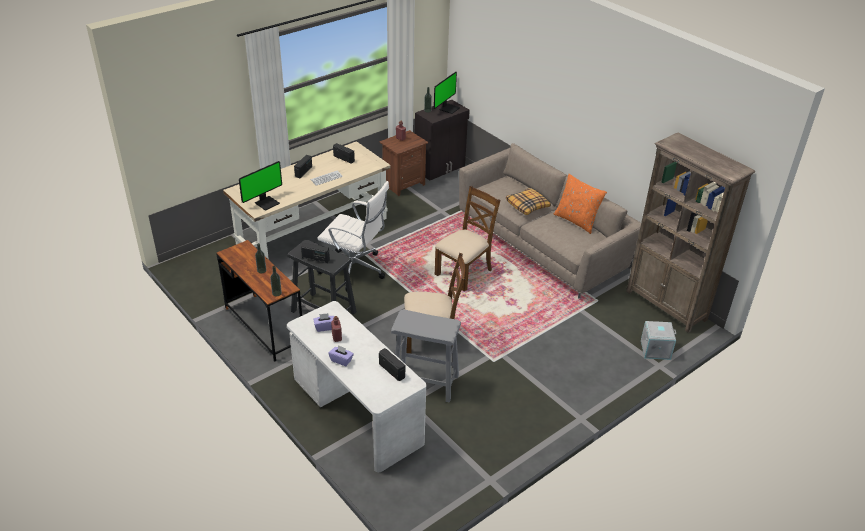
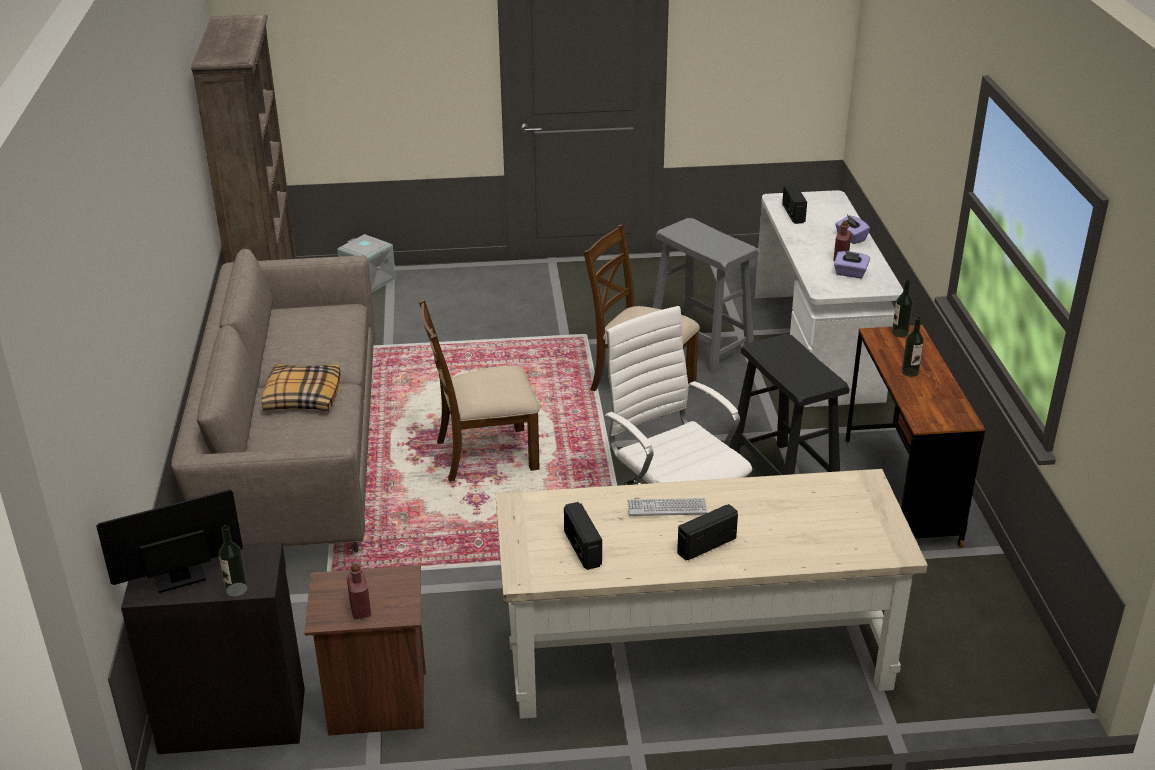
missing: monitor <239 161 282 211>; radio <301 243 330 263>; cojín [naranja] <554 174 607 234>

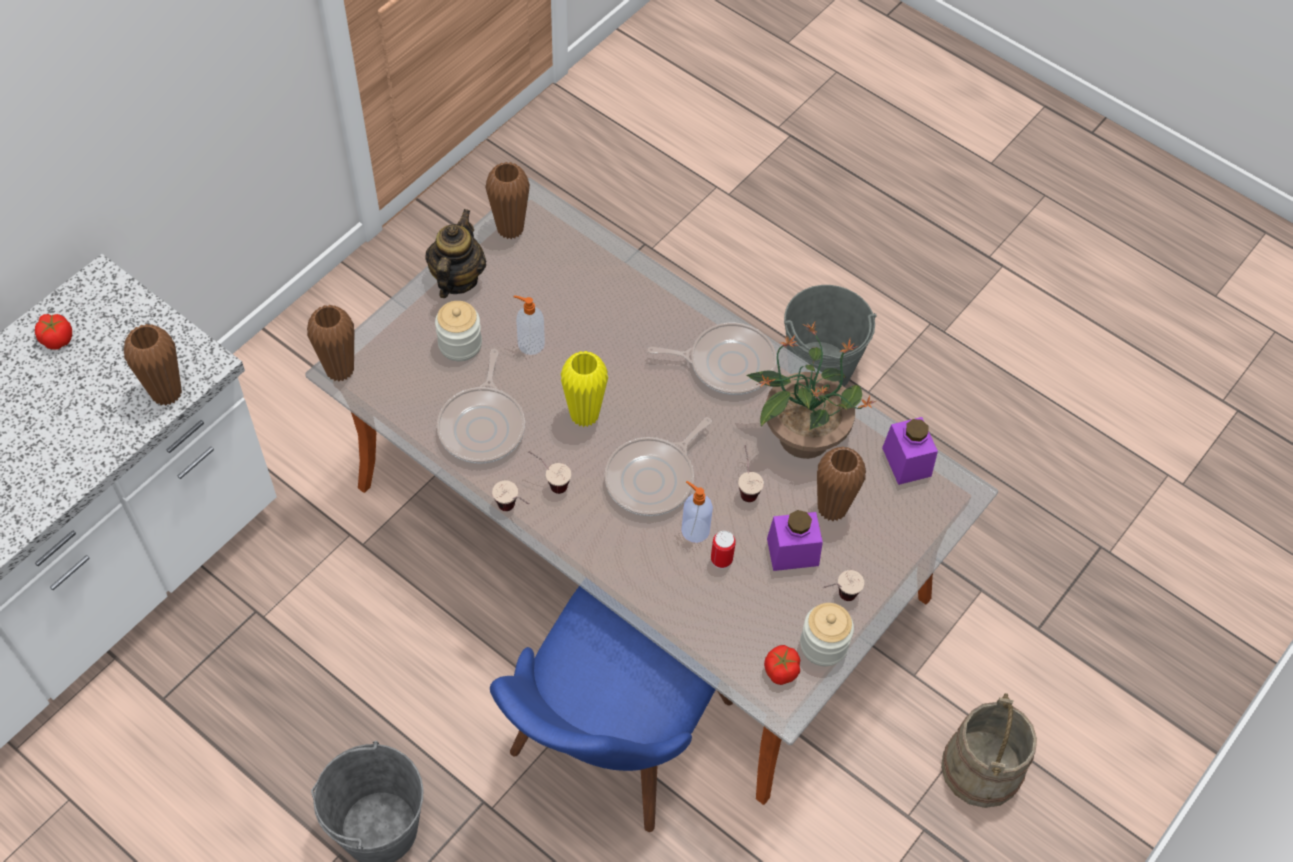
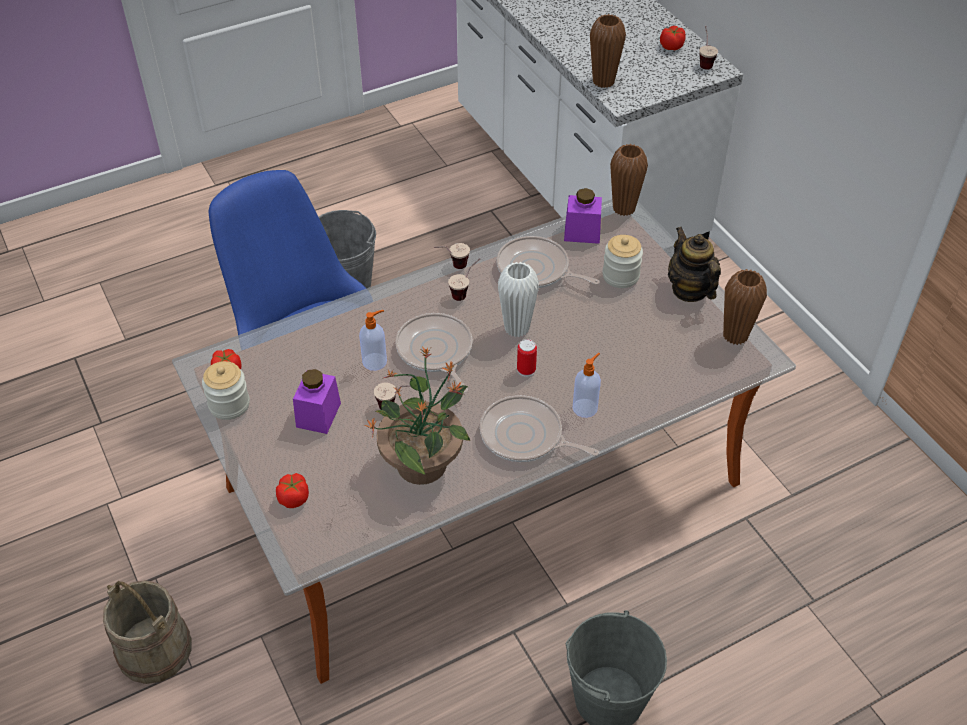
missing: florero [marrón] <817 447 866 521>
appeared: tomate <276 473 309 508>
relocated: dispensador de jabón <513 295 545 355> to <572 353 601 418>; lata <711 531 736 569> to <517 339 537 377>; taza <823 570 864 601> to <699 26 718 70>; tarro [morado] <882 417 938 485> to <564 188 602 244>
colour: florero [amarillo] <561 351 608 427> to florero [blanco] <498 262 539 337>
spun: tetera <425 209 486 298> = <668 227 721 302> 150 degrees counterclockwise; sartén <648 322 777 395> = <480 395 599 462> 90 degrees clockwise

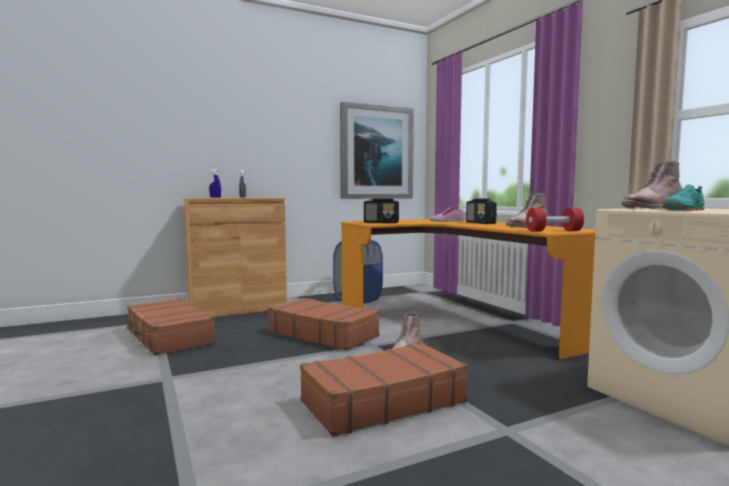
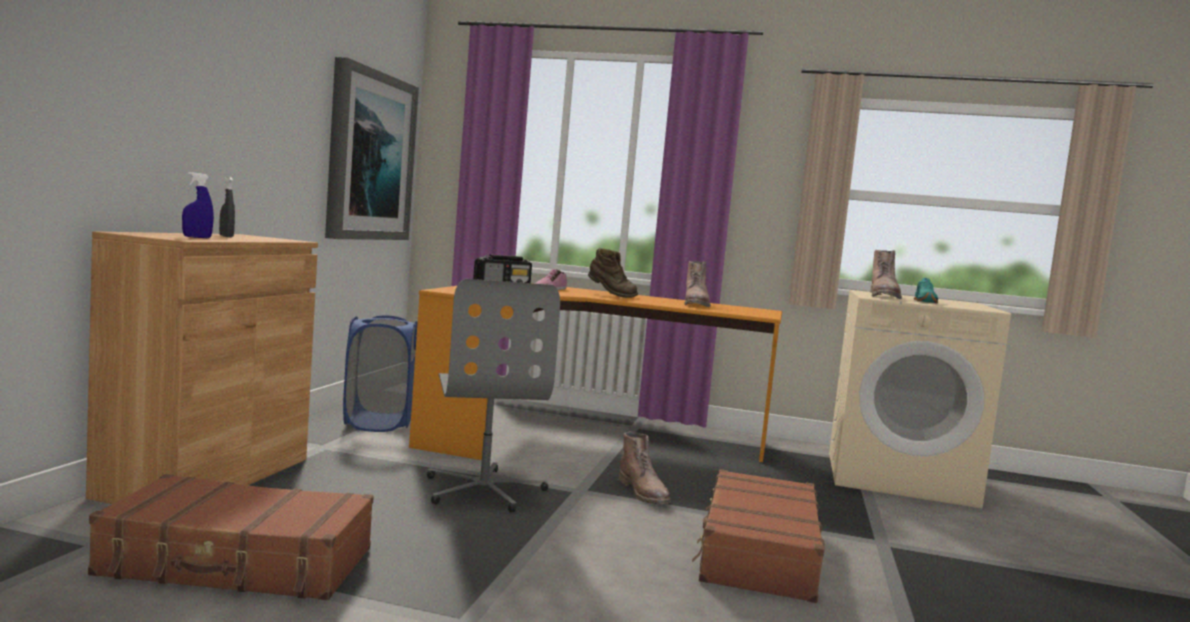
missing: mancuerna [rojo] <526 208 584 232>
exchanged: maleta [marrón] <268 298 380 351> to silla de oficina [gris] <427 279 560 513>; radio <466 199 497 224> to bota [marrón] <588 248 638 298>

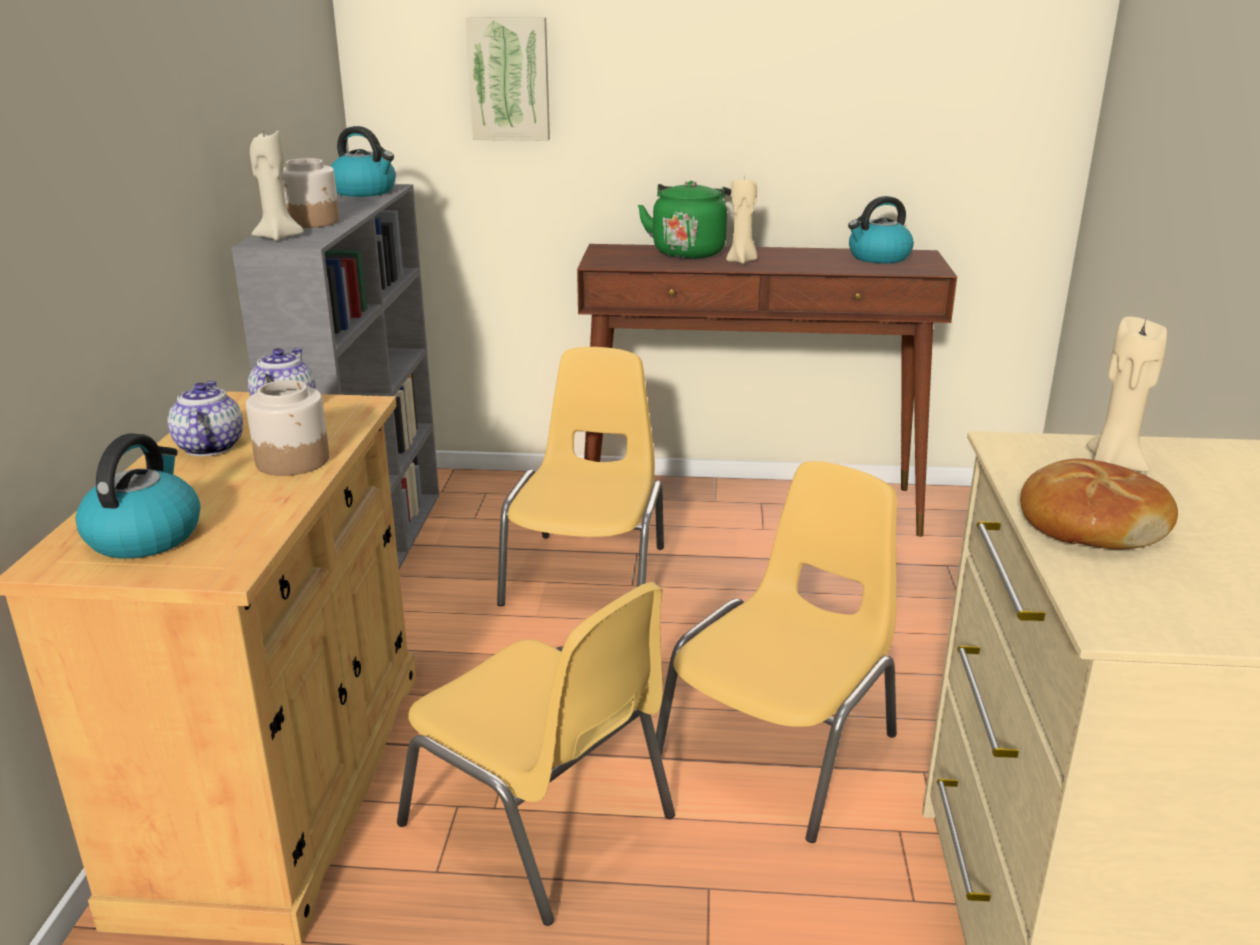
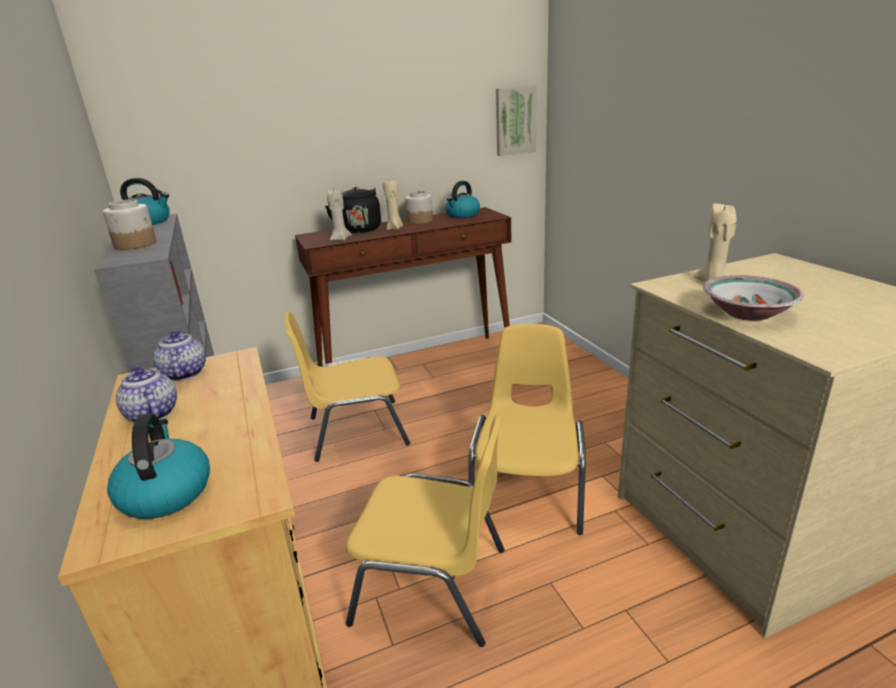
relocated: tarro <246 380 329 476> to <405 191 433 224>; vela [beis] <250 131 304 241> to <327 187 352 241>; cuadro <466 17 550 141> to <496 86 537 156>
exchanged: pan <1020 458 1178 549> to cuenco <703 275 804 321>
colour: hervidor [verde] <638 181 731 259> to hervidor [negro] <325 187 381 233>
spun: silla [amarillo] <497 347 664 606> = <284 311 410 462> 90 degrees counterclockwise

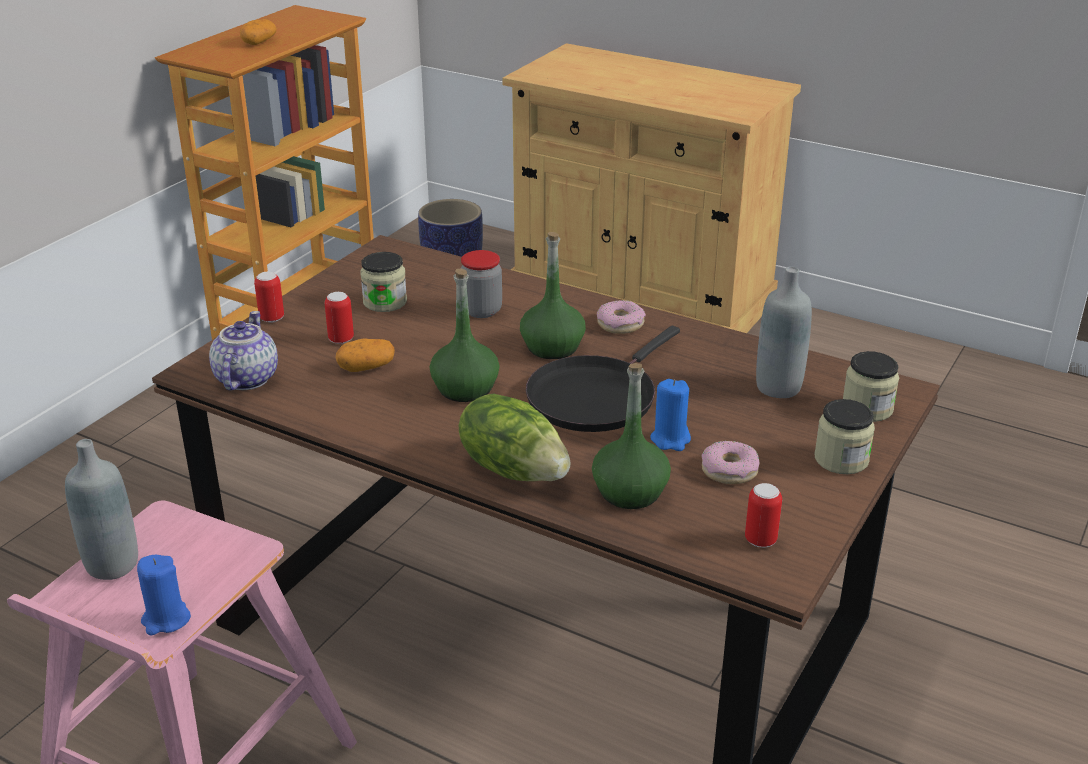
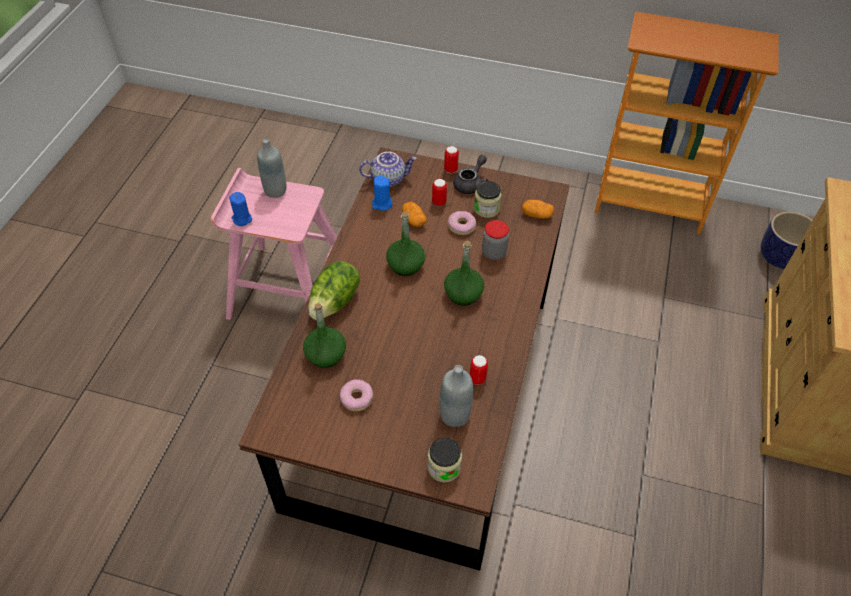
missing: sartén [negro] <526 326 680 432>; tarro <814 399 875 474>
appeared: tetera [gris] <453 155 488 194>
relocated: patata <240 19 277 45> to <521 200 554 219>; rosquilla <597 300 646 334> to <448 211 476 235>; vela [azul] <650 379 691 451> to <372 176 393 211>; lata <745 483 782 548> to <470 355 488 385>

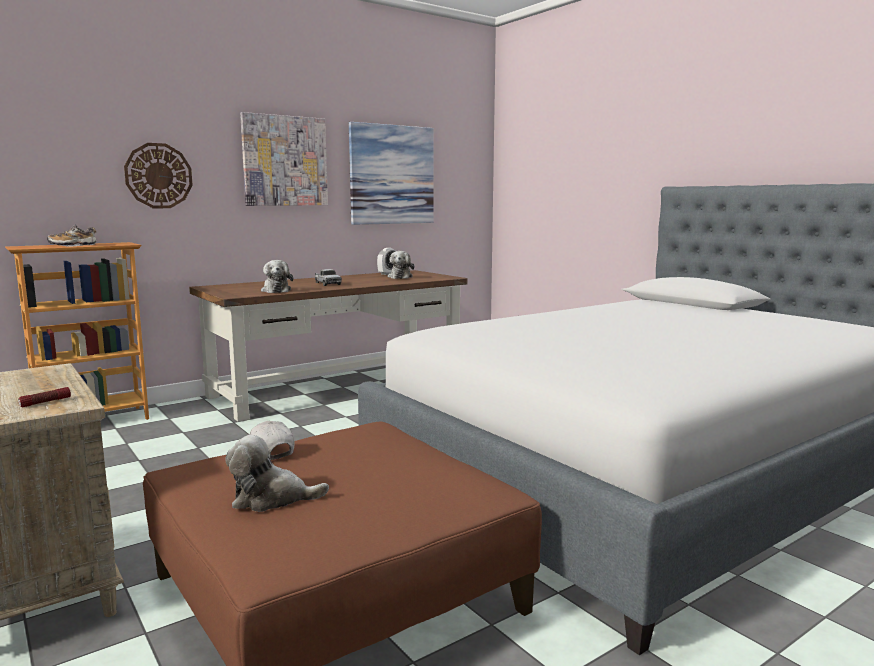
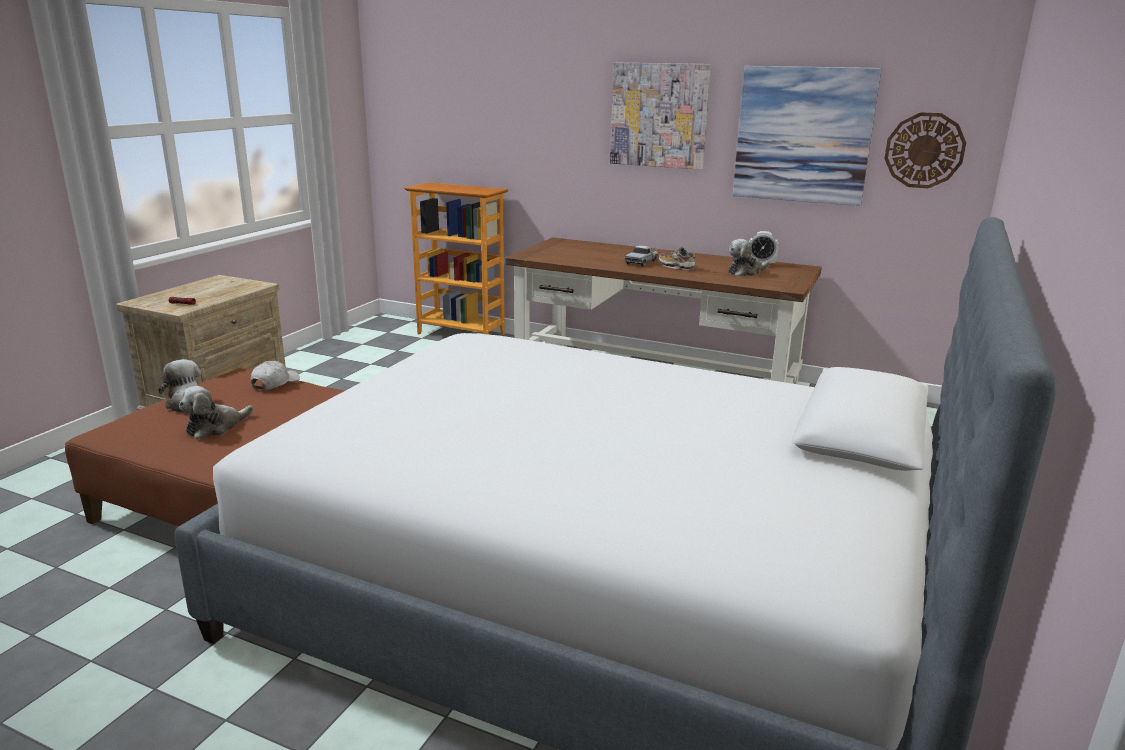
relocated: zapato <47 225 97 246> to <658 247 696 270>; reloj de pared <124 143 192 208> to <884 112 966 188>; peluche <261 260 293 293> to <179 386 253 439>

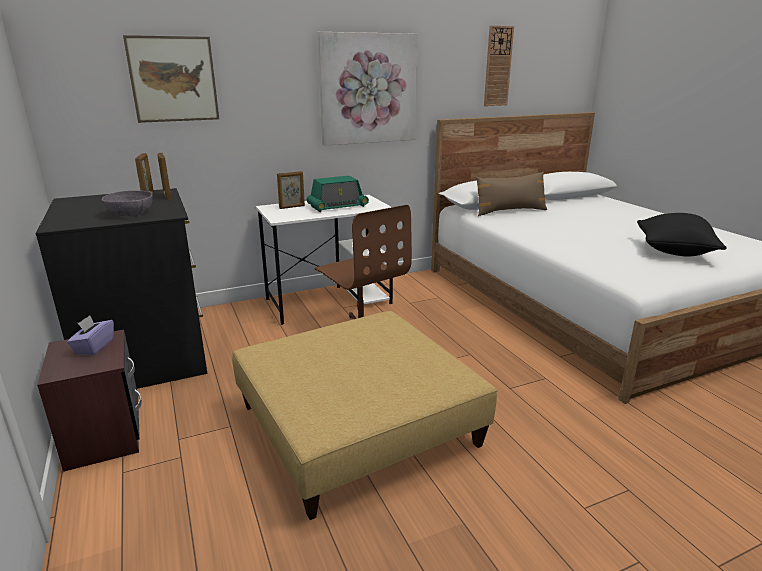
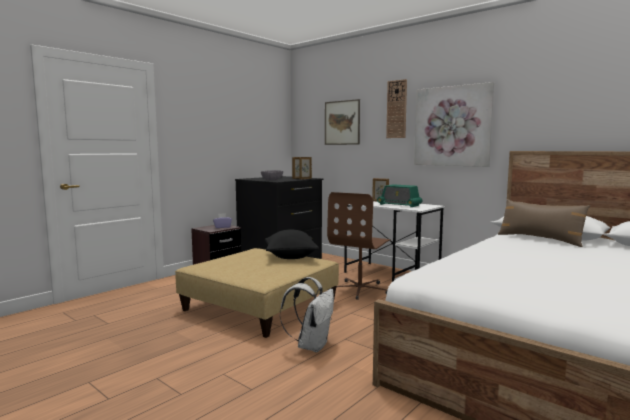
appeared: mochila [blanco] <280 277 334 352>
relocated: reloj de pared <484 25 514 106> to <386 79 407 138>; cojín [negro] <637 213 726 256> to <265 230 319 259>

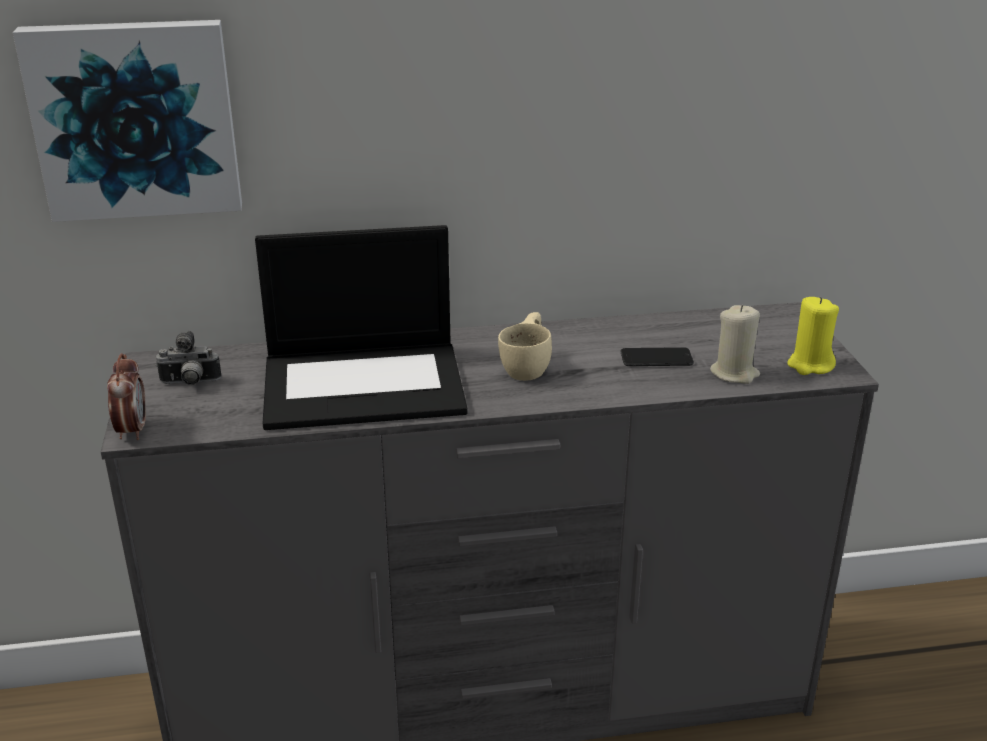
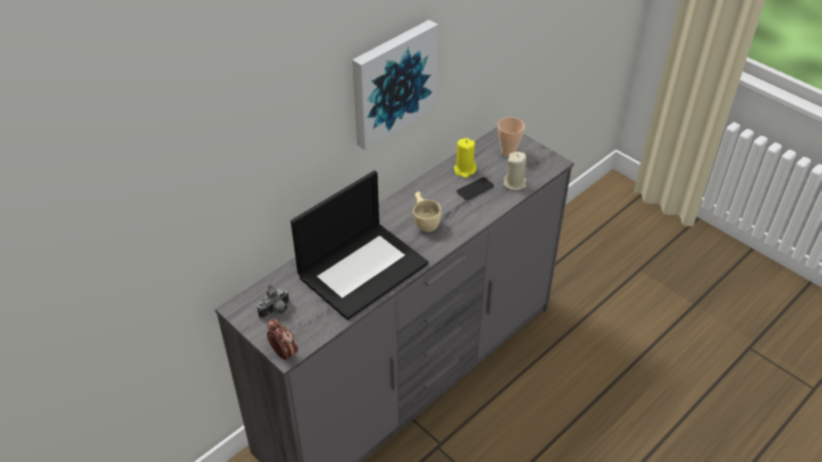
appeared: taza <498 117 525 157>
relocated: cuadro <13 20 242 222> to <352 20 438 151>; vela [amarillo] <787 297 839 375> to <454 138 477 178>

